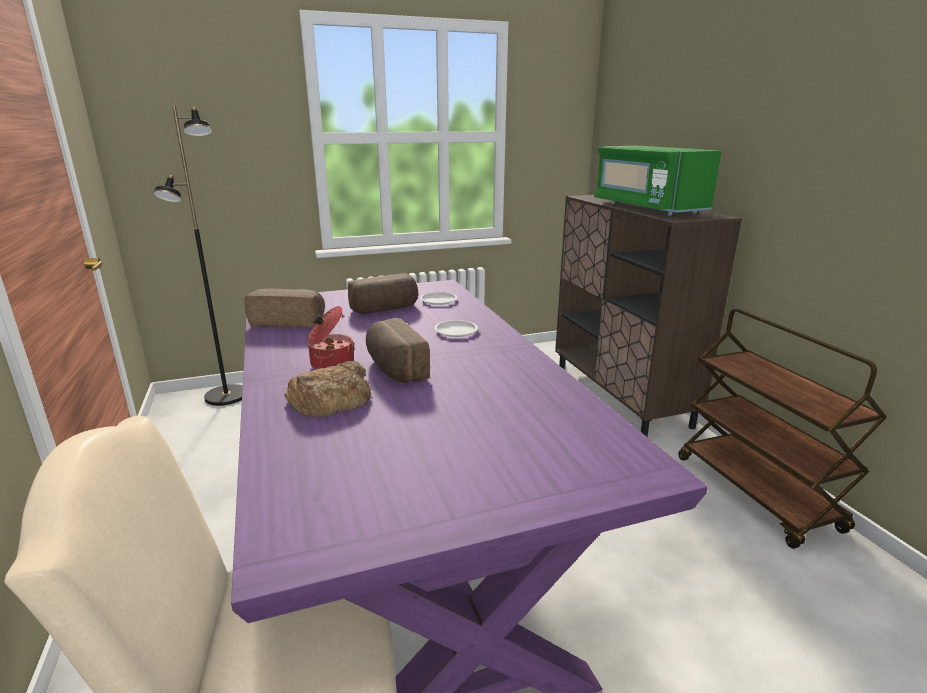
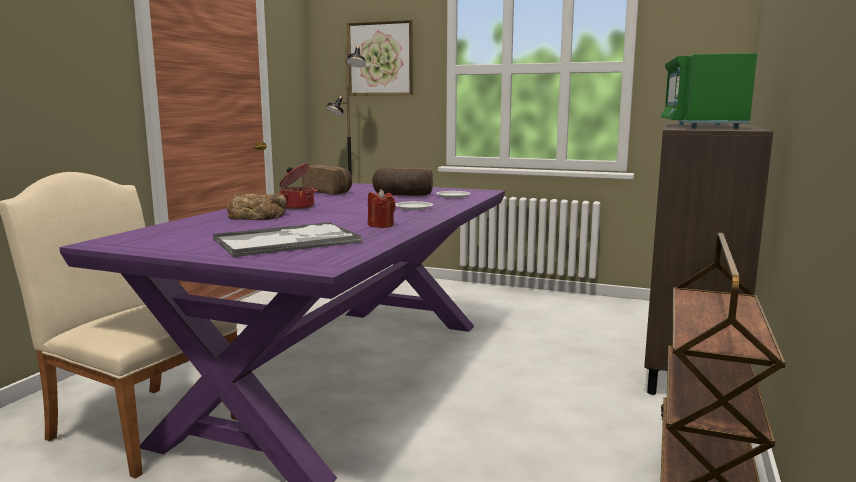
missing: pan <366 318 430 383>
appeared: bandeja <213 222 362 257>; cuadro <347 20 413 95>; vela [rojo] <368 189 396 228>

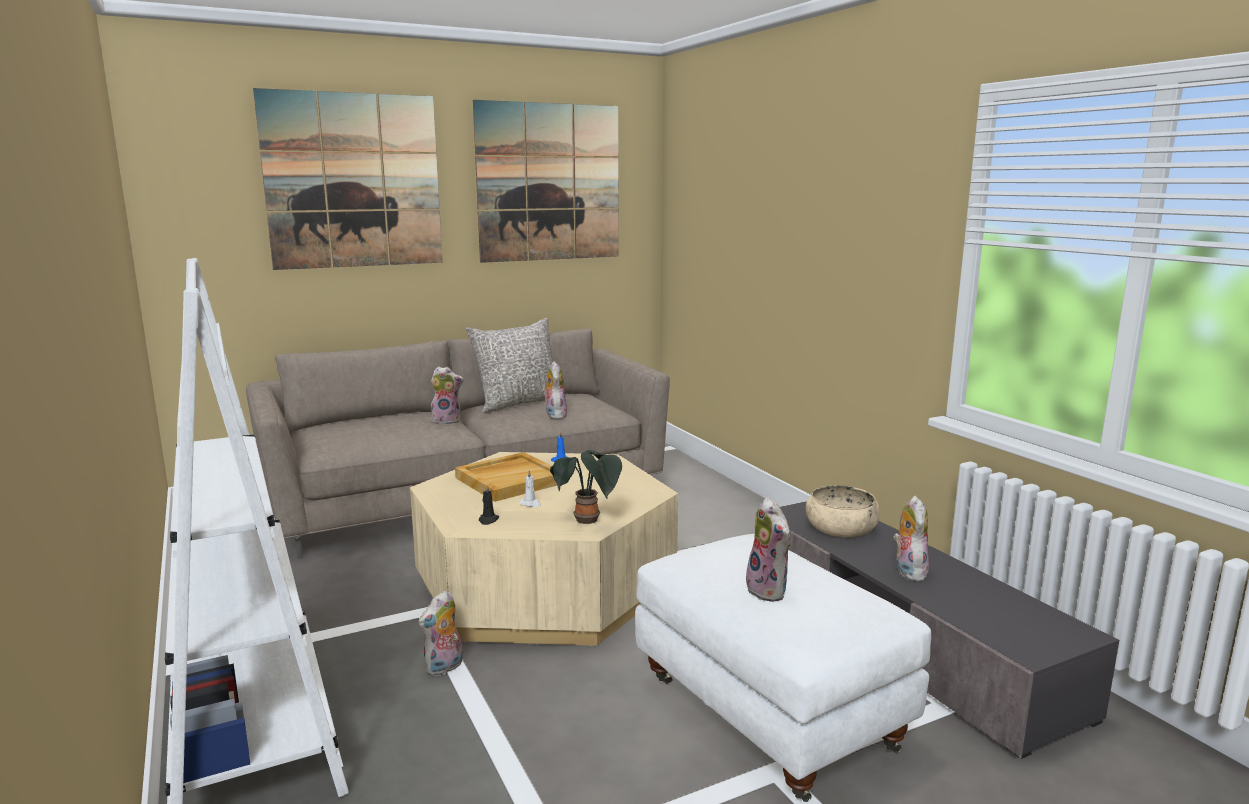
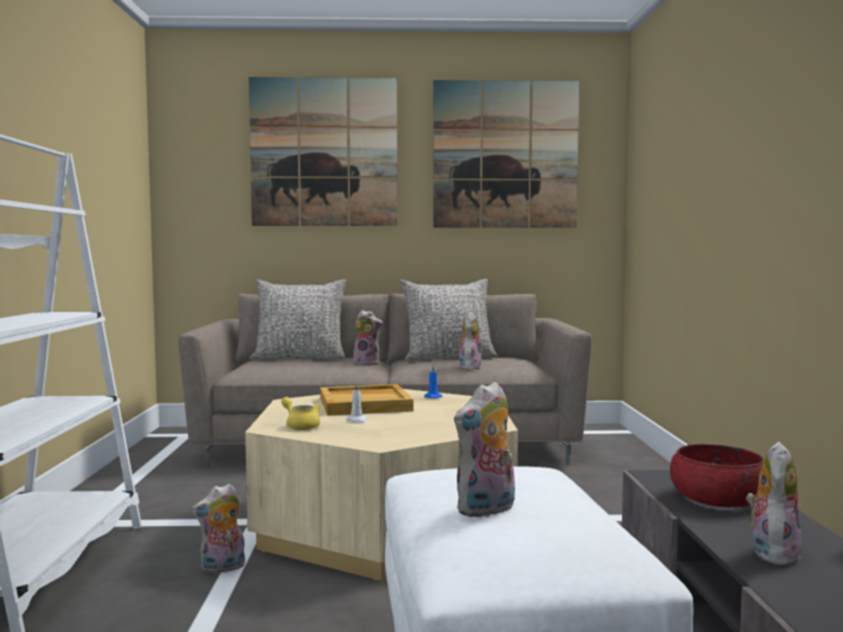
missing: planta en maceta <550 450 622 524>
appeared: cojín [gris] <250 279 347 361>
exchanged: vela [negro] <479 485 499 525> to tetera [amarillo] <281 397 320 430>
colour: cuenco [beis] <806 485 880 537> to cuenco [rojo] <670 444 764 507>
spun: peluche <744 497 791 602> = <454 382 515 518> 45 degrees clockwise

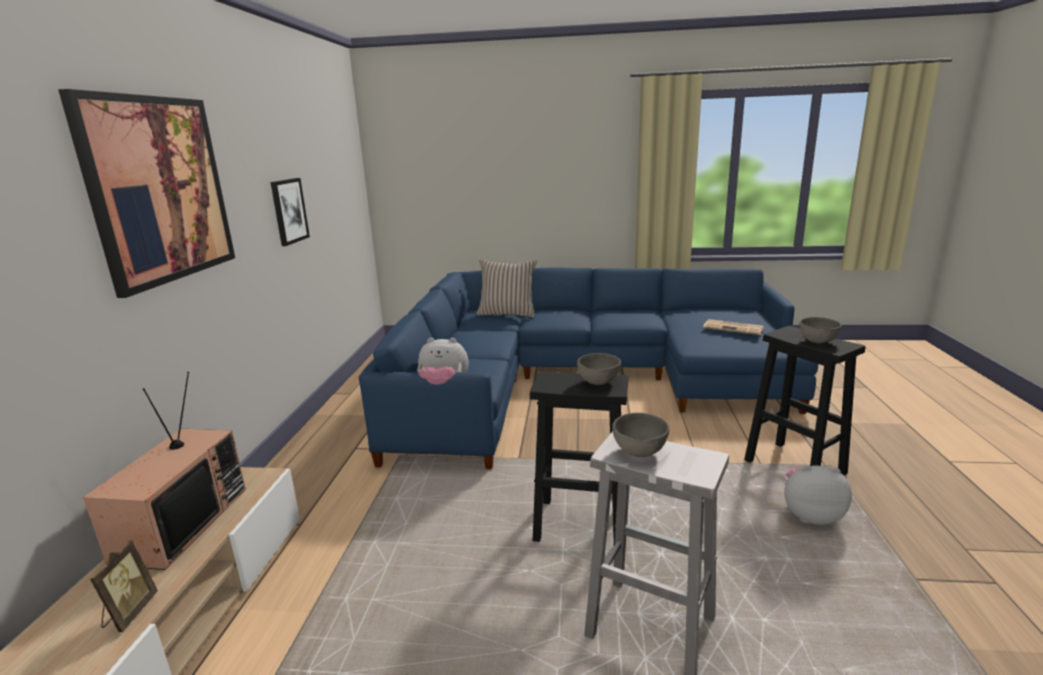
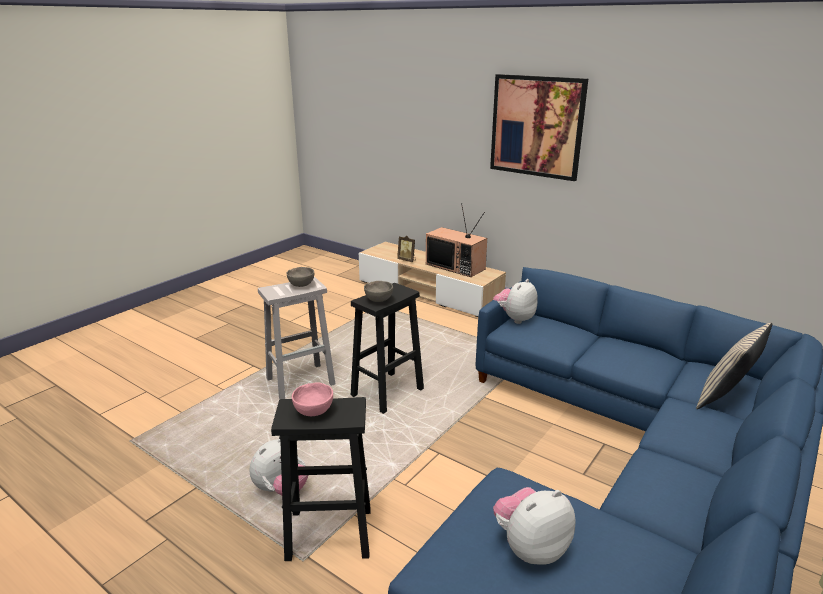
missing: cuadro <271 178 310 246>
exchanged: periódico <703 319 764 335> to peluche <493 487 576 565>
colour: cuenco [gris] <799 317 842 343> to cuenco [rosa] <292 383 333 416>

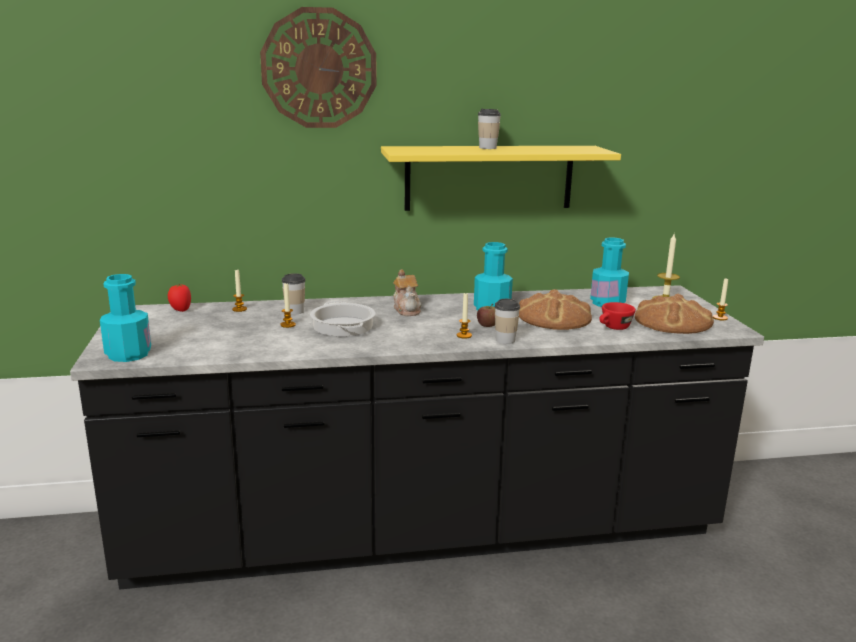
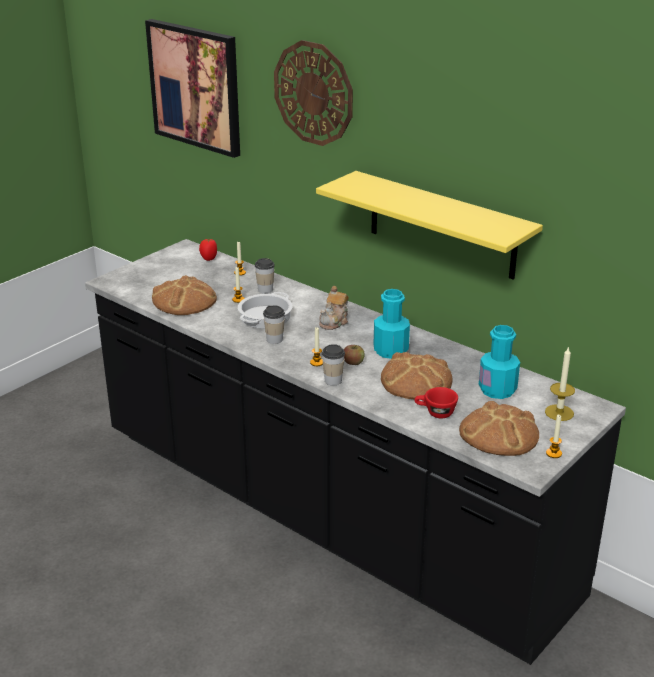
missing: botella [turquesa] <100 274 151 362>
appeared: cuadro <145 19 240 158>; pan <152 275 217 315>
relocated: taza <478 108 501 149> to <263 305 285 344>

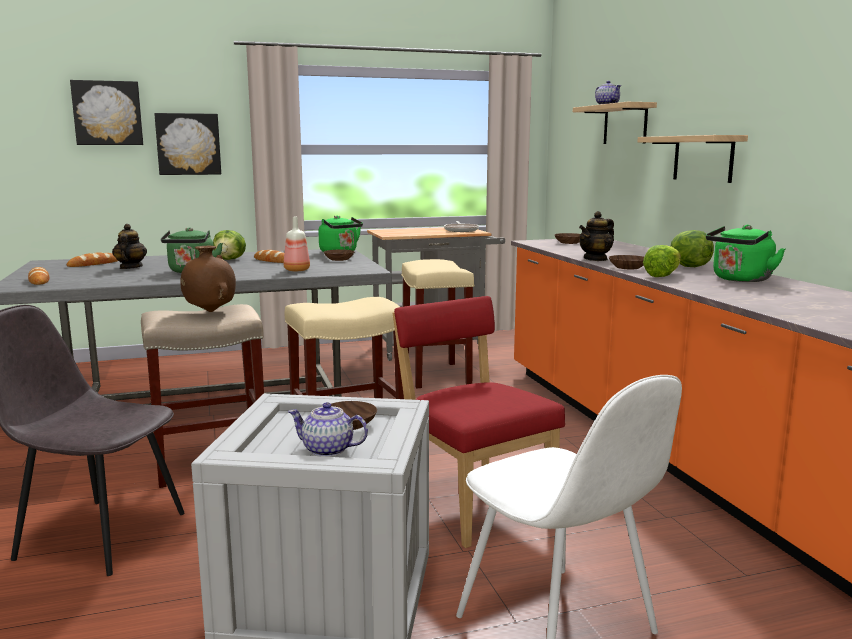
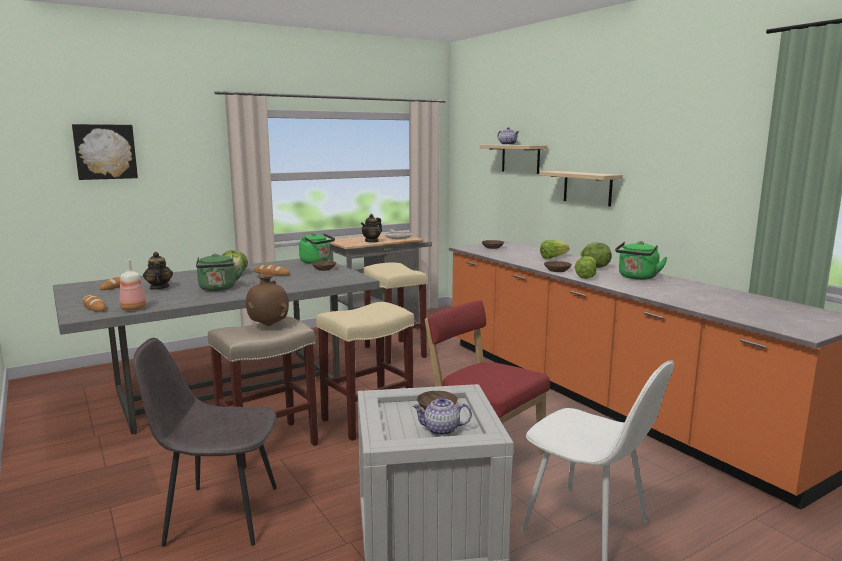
missing: cuadro <154 113 221 175>
appeared: lechuga <540 240 570 259>
relocated: botella <284 217 310 271> to <119 259 146 311>; tetera <579 211 614 261> to <361 214 382 243>

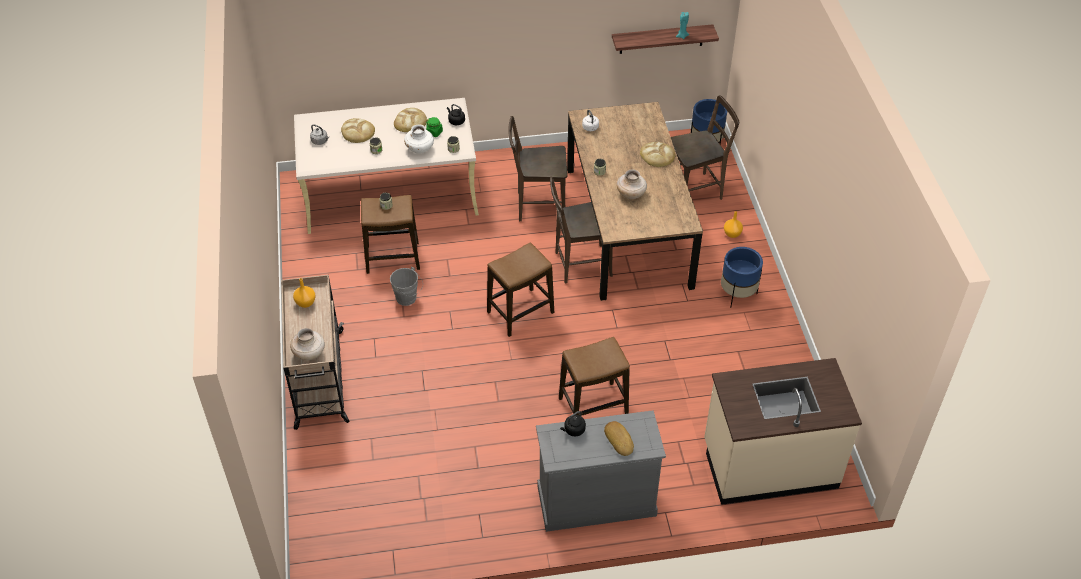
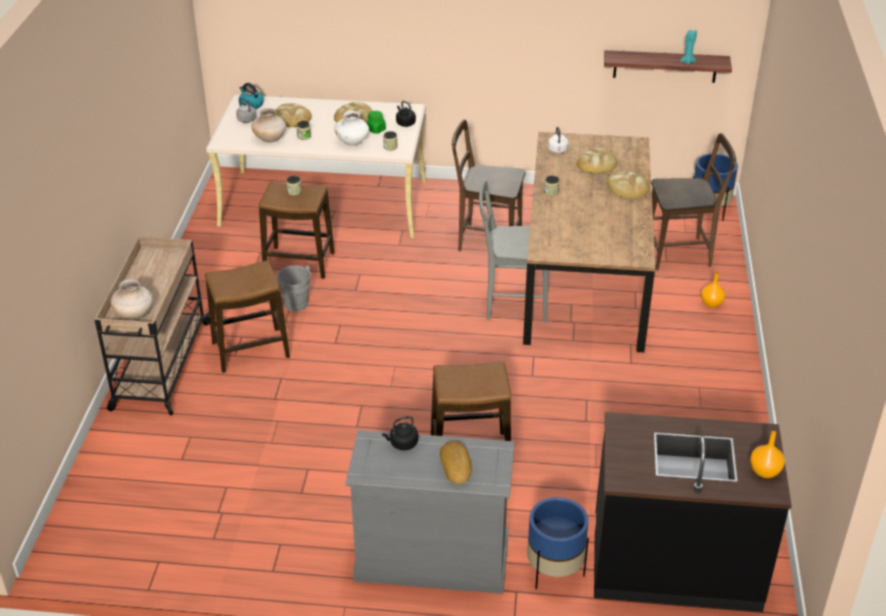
appeared: hervidor <239 83 264 109>; pan <577 148 617 173>
relocated: florero [naranja] <293 278 316 308> to <750 431 785 478>; taburete <487 242 554 337> to <205 260 290 373>; florero [beis] <617 169 647 199> to <251 108 286 142>; maceta [azul] <721 247 763 308> to <527 497 589 589>
colour: silla [marrón] <550 177 613 283> to silla [gris] <479 180 549 323>; mueble bajo de cocina [beis] <704 358 862 505> to mueble bajo de cocina [negro] <594 412 792 612>

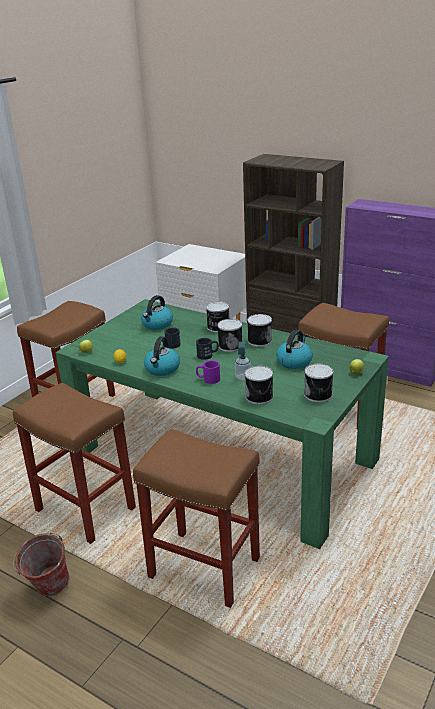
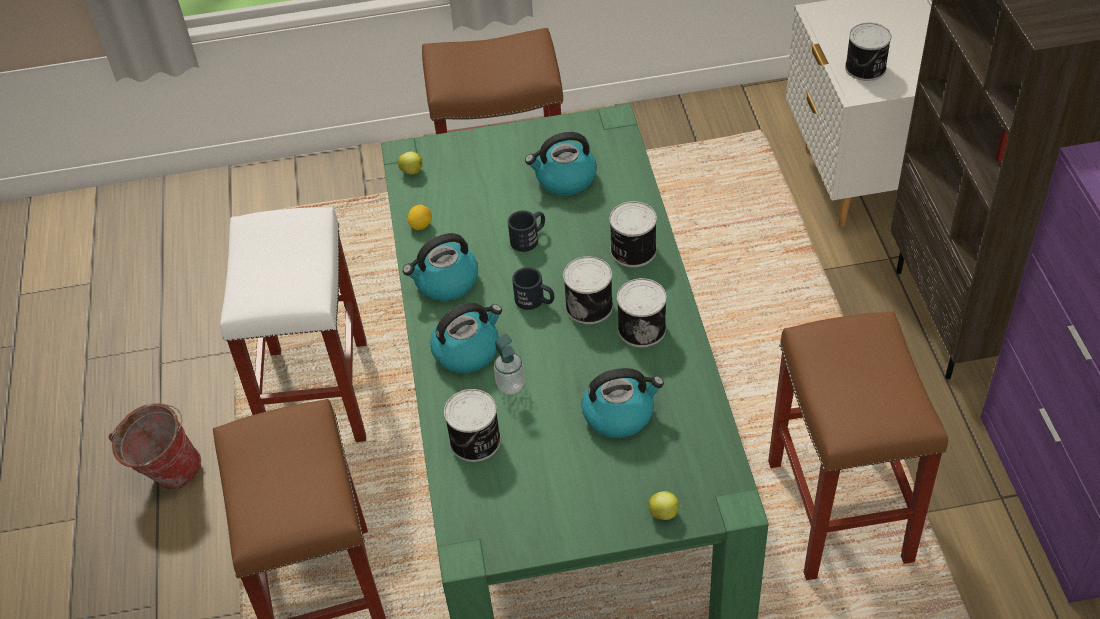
relocated: lata <304 363 333 402> to <845 23 891 81>
exchanged: taza grande [morado] <196 360 220 384> to hervidor <430 303 502 373>
colour: taburete [marrón] <13 383 136 544> to taburete [blanco] <220 207 366 442>

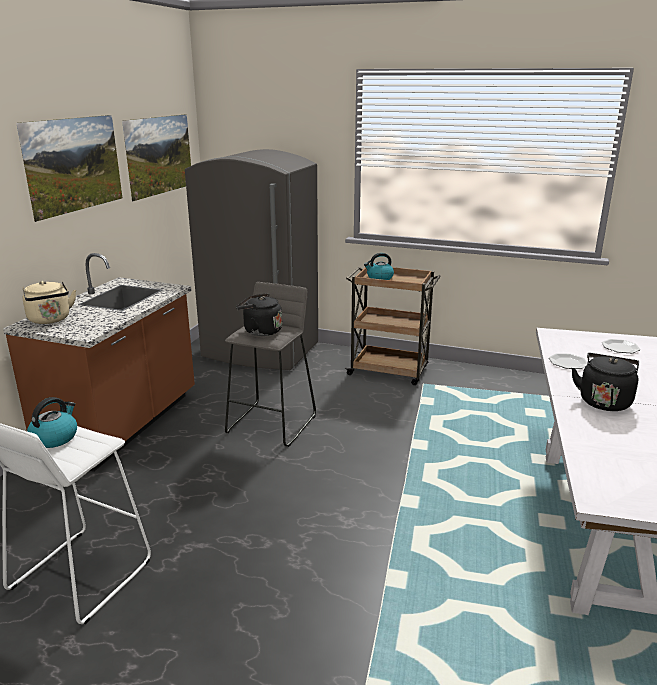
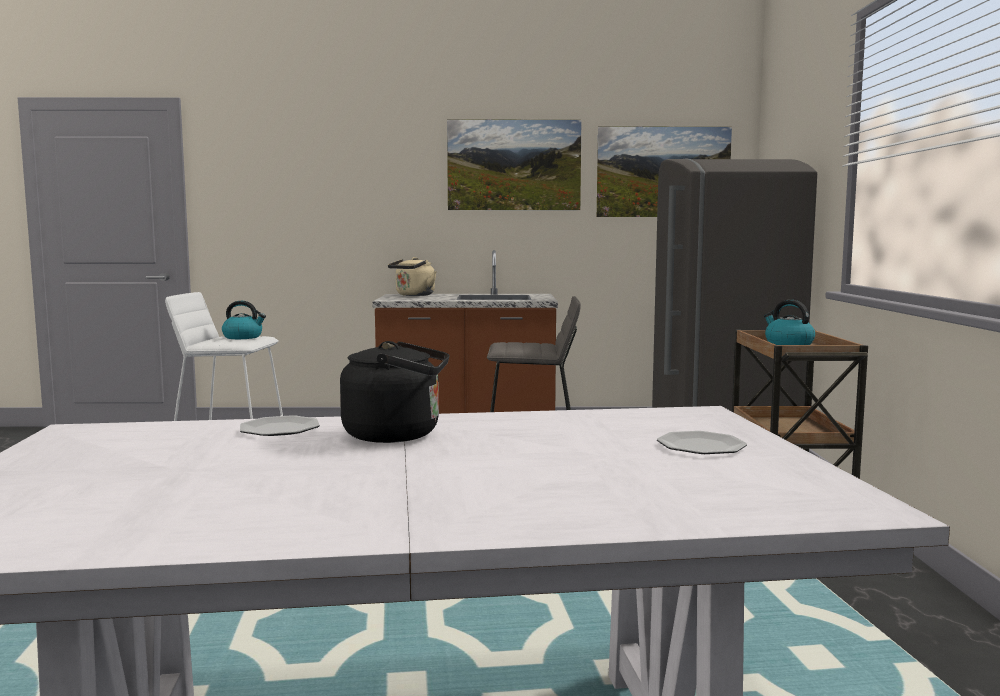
missing: hervidor [negro] <236 293 282 336>
relocated: plato <549 353 588 369> to <240 415 320 436>

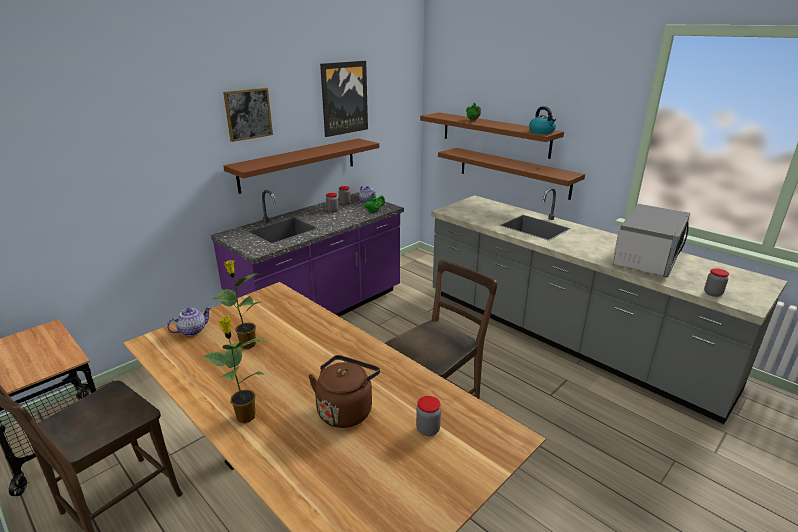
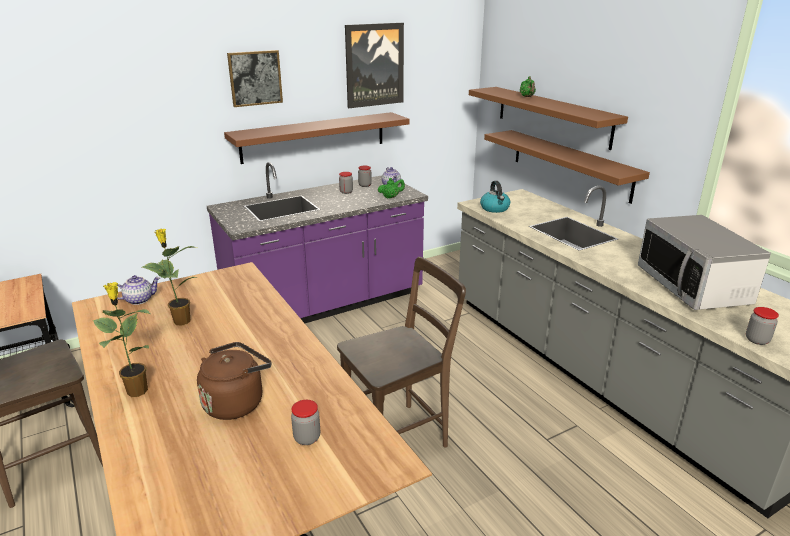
relocated: hervidor <529 106 556 134> to <480 181 510 213>
spun: microondas <613 204 690 277> = <638 215 771 310> 120 degrees clockwise

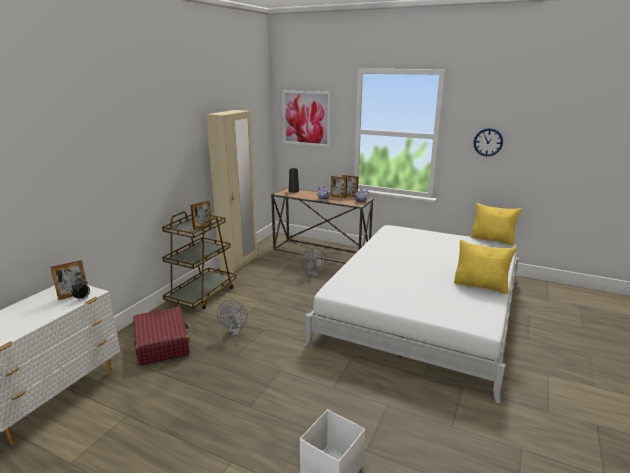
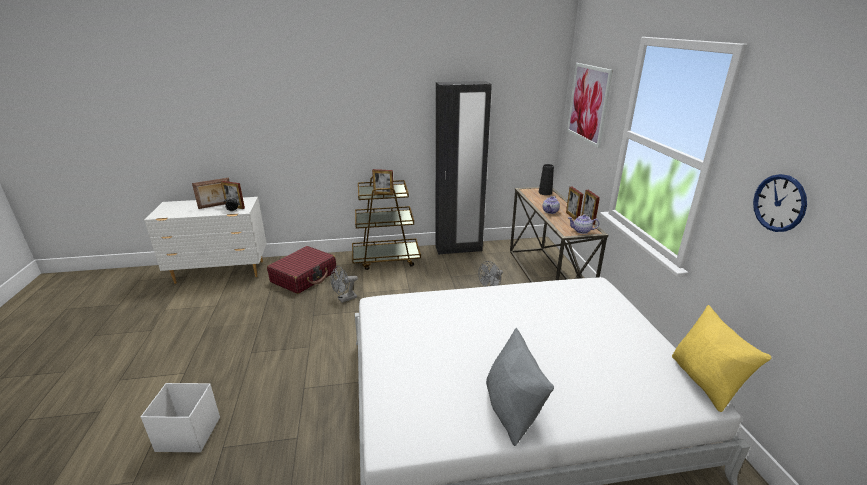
appeared: portarretratos <192 178 230 209>
colour: armario ropero [beis] <206 110 258 273> to armario ropero [negro] <435 81 492 255>; cojín [amarillo] <454 240 516 294> to cojín [gris] <486 328 554 446>

